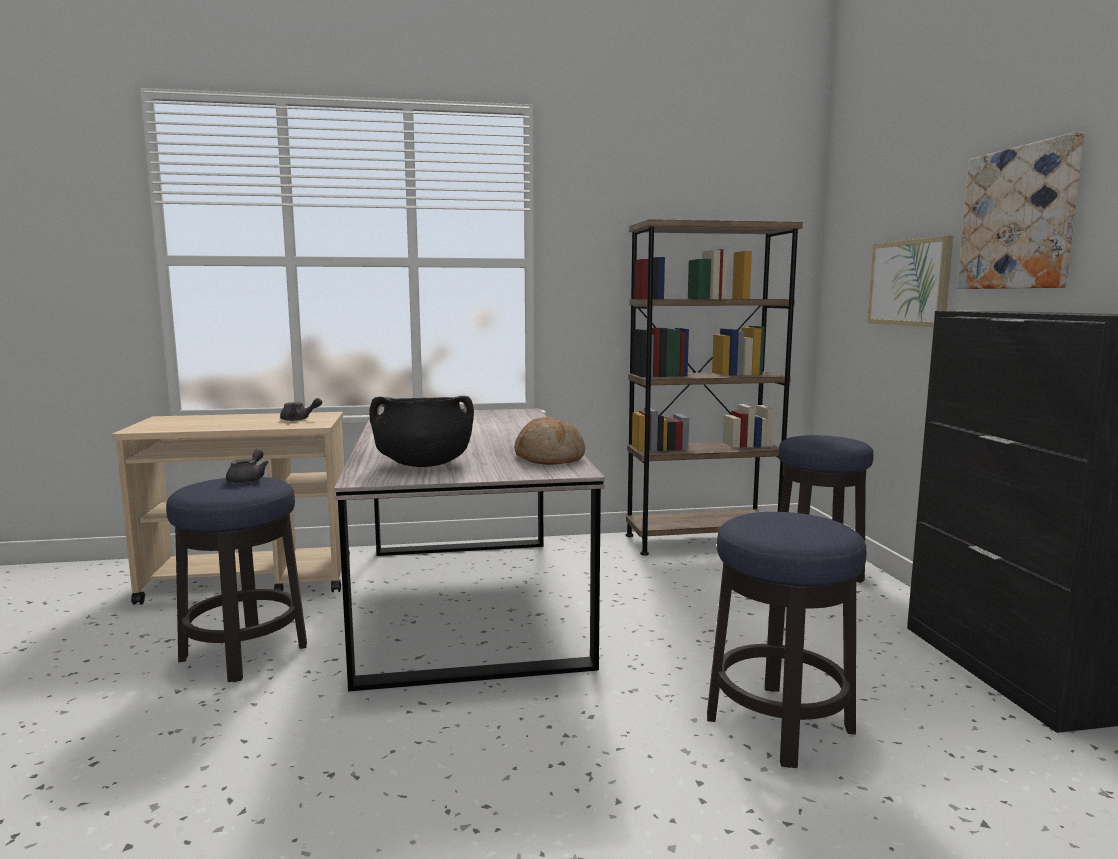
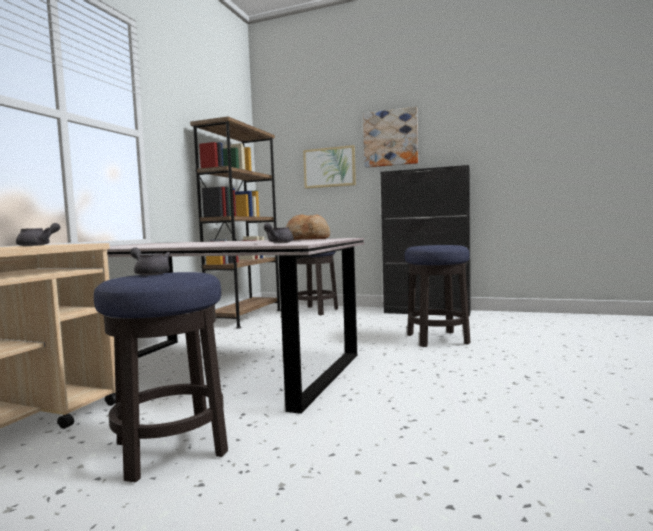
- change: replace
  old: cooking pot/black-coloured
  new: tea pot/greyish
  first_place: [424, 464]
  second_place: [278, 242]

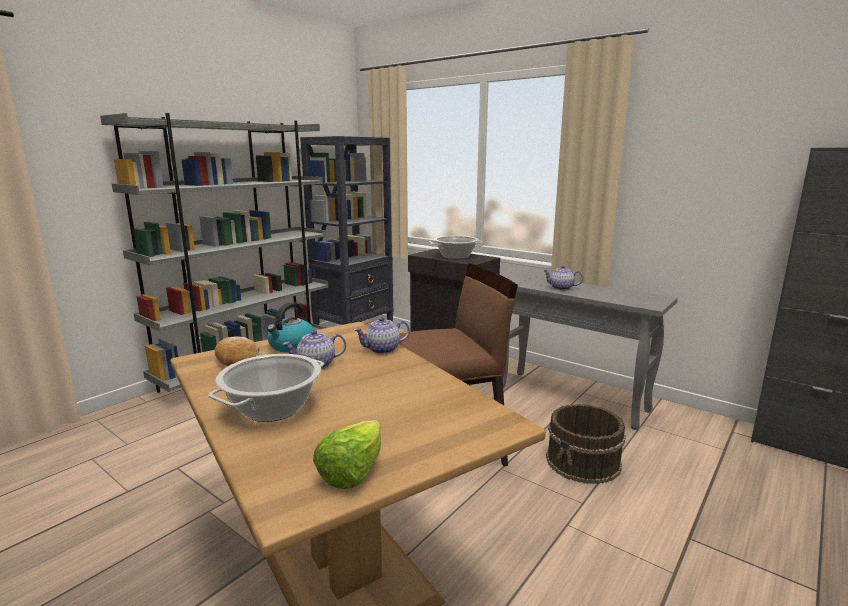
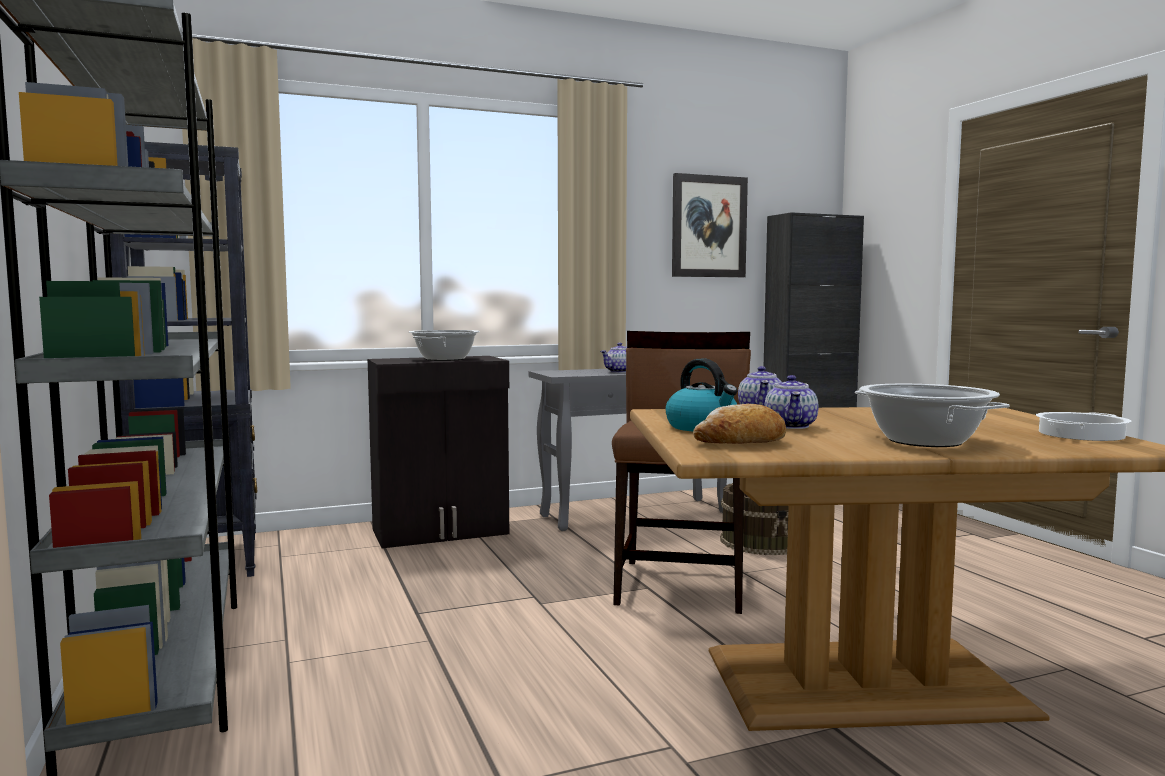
- change: insert
  new: picture
  second_place: [708, 226]
- change: replace
  old: lettuce head
  new: cooking pot
  first_place: [352, 472]
  second_place: [1081, 435]

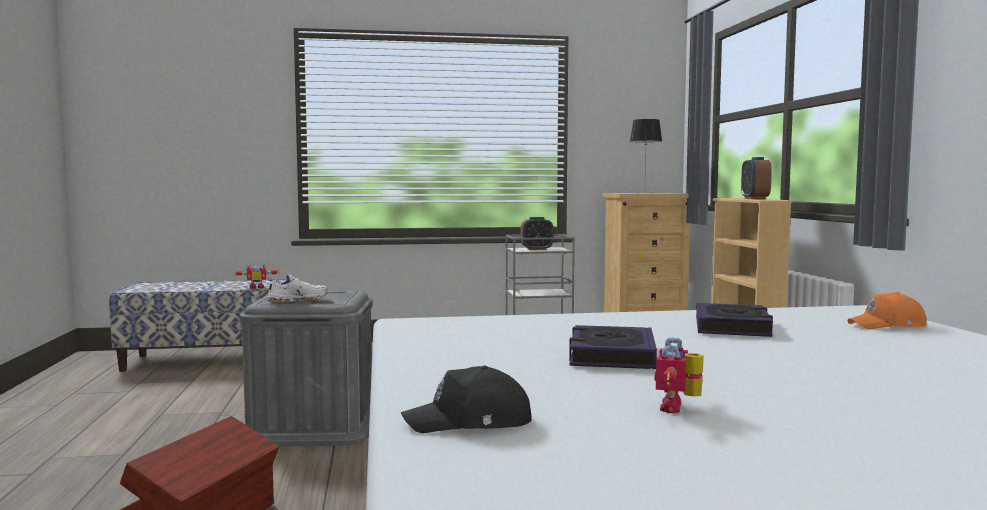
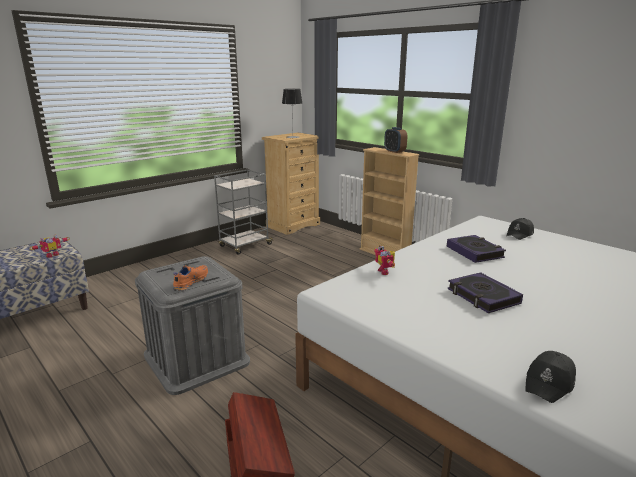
- change: delete
  old: alarm clock
  first_place: [536, 249]
- change: move
  old: toy robot
  first_place: [678, 408]
  second_place: [385, 271]
- change: recolor
  old: low shoe/white
  new: low shoe/orangey
  first_place: [297, 300]
  second_place: [190, 282]
- change: recolor
  old: cap/orangey
  new: cap/black-coloured
  first_place: [888, 326]
  second_place: [520, 234]

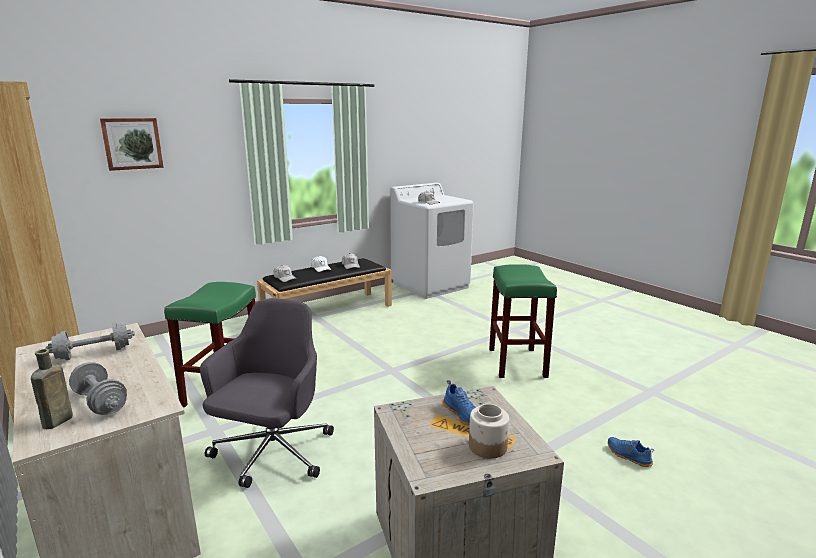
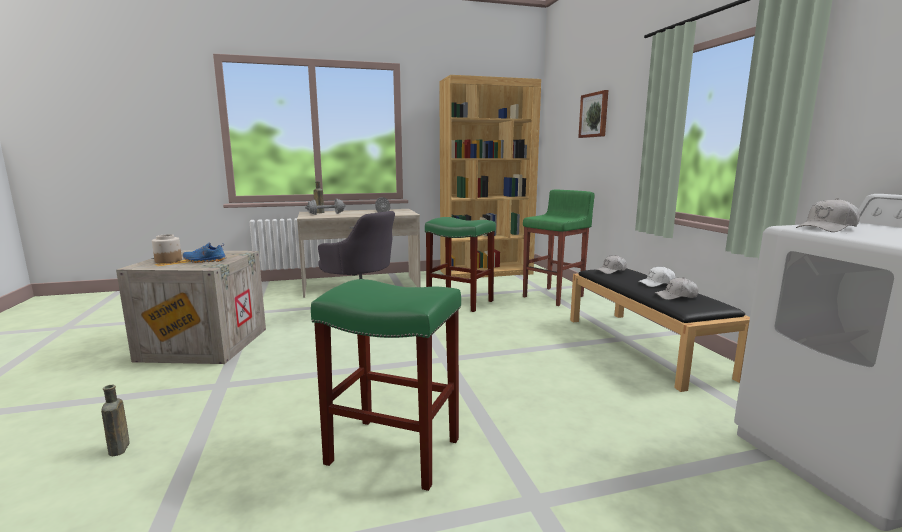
- change: insert
  new: sitting stool/green-coloured
  second_place: [554, 296]
- change: replace
  old: low shoe/blue
  new: drink bottle/brownish
  first_place: [628, 456]
  second_place: [119, 450]

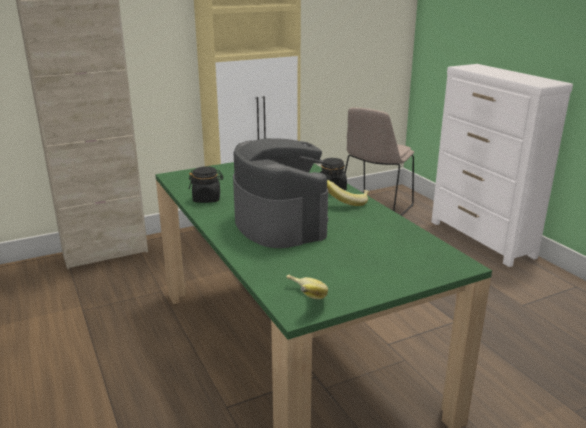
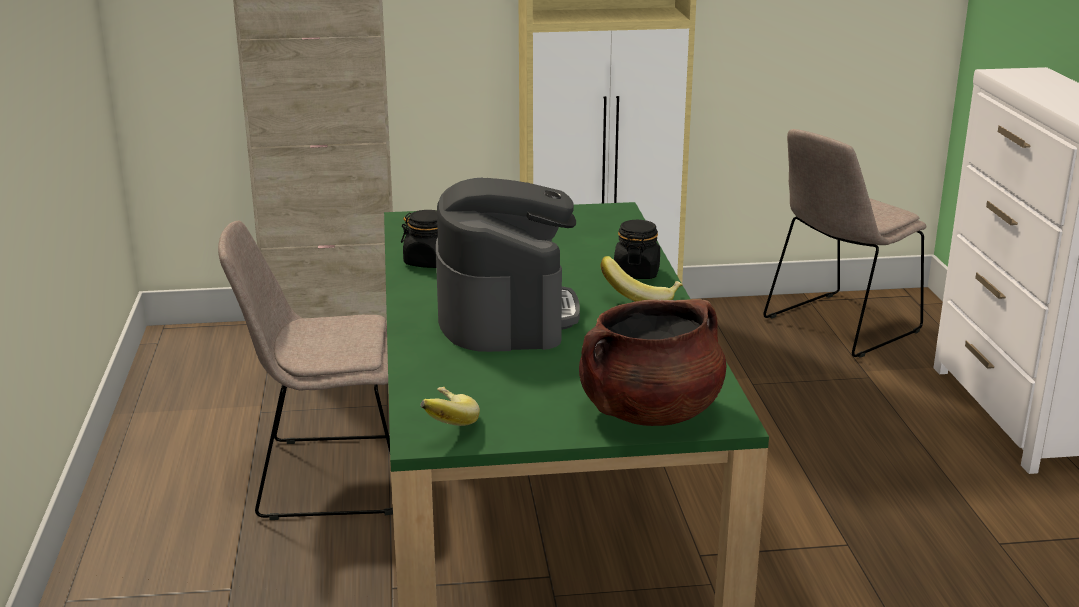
- change: insert
  new: chair/beige-coloured
  second_place: [328, 476]
- change: insert
  new: cooking pot/brownish
  second_place: [649, 412]

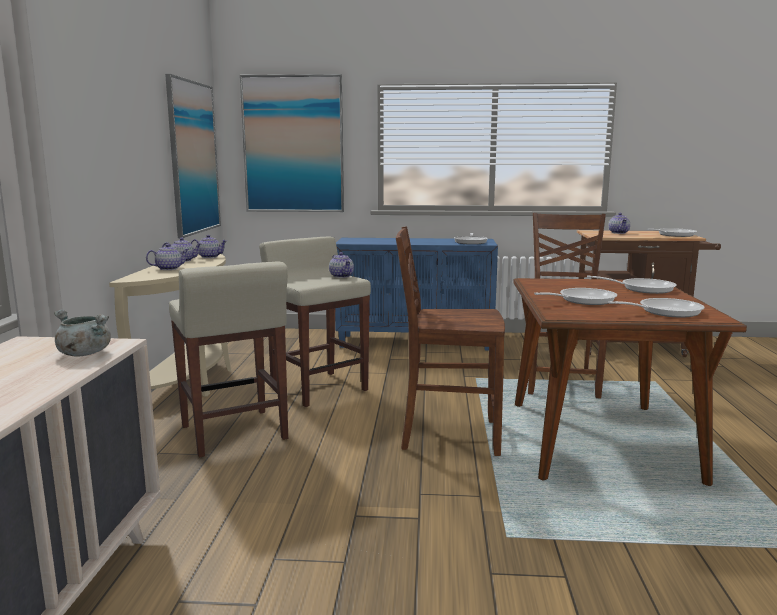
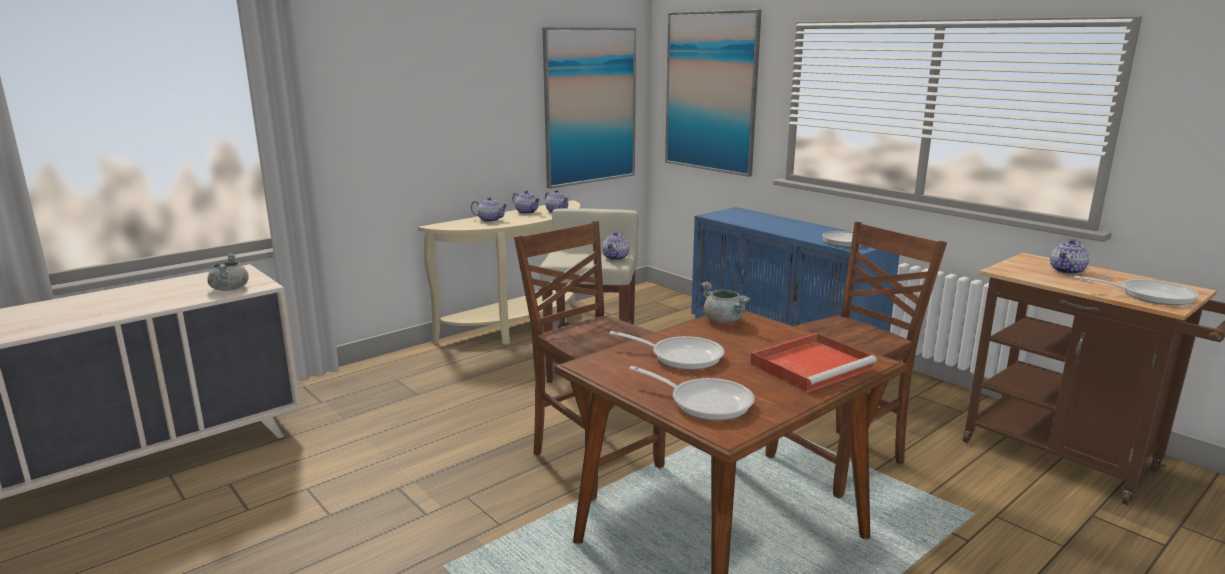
- change: delete
  old: sitting stool/beige-coloured
  first_place: [234, 433]
- change: insert
  new: cooking pot/greyish
  second_place: [724, 321]
- change: replace
  old: skillet
  new: serving tray/reddish
  first_place: [642, 289]
  second_place: [812, 365]

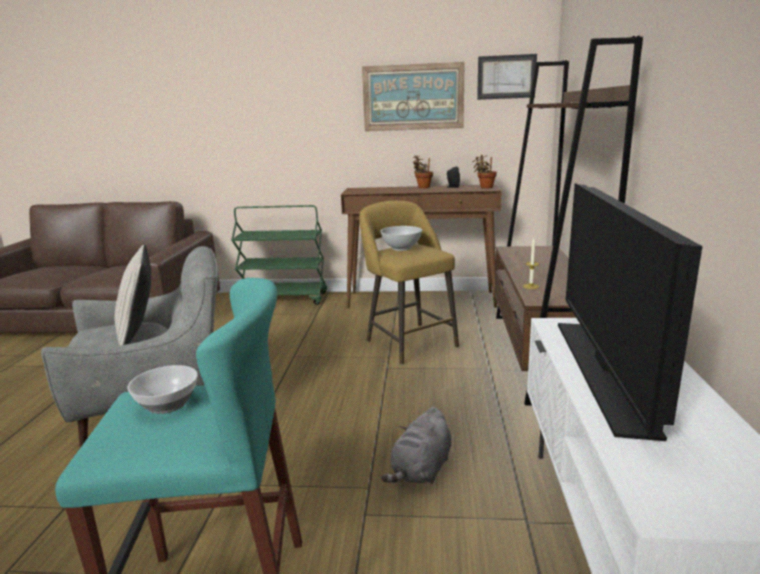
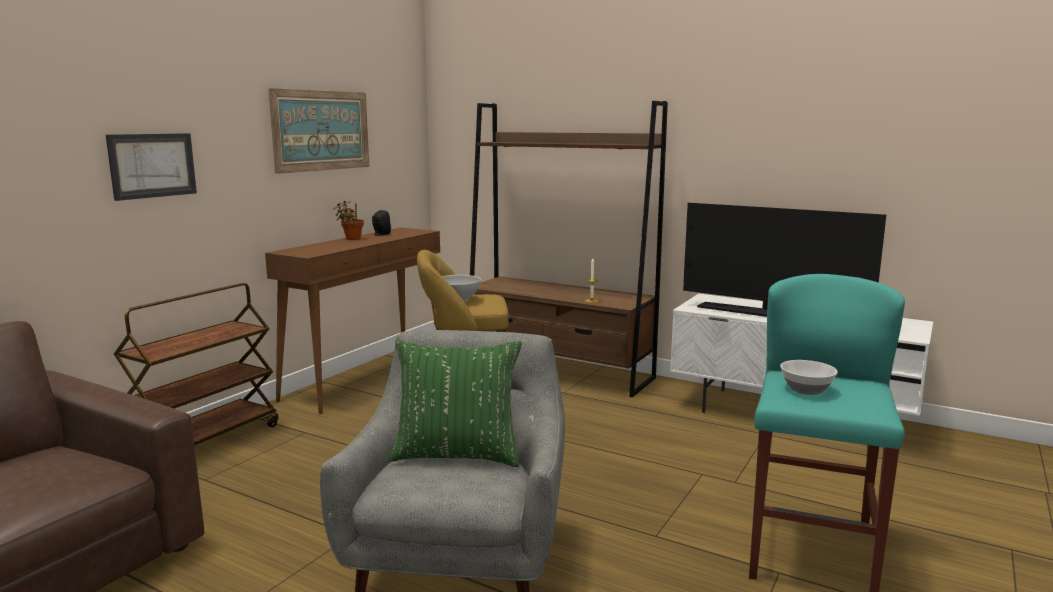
- change: delete
  old: cuddly toy/greyish
  first_place: [421, 470]
- change: delete
  old: plant in a pot
  first_place: [485, 187]
- change: move
  old: picture
  first_place: [506, 77]
  second_place: [152, 165]
- change: recolor
  old: throw pillow/beige-coloured
  new: throw pillow/green-coloured
  first_place: [140, 333]
  second_place: [457, 455]
- change: recolor
  old: cart/green-coloured
  new: cart/brownish
  first_place: [284, 298]
  second_place: [206, 442]

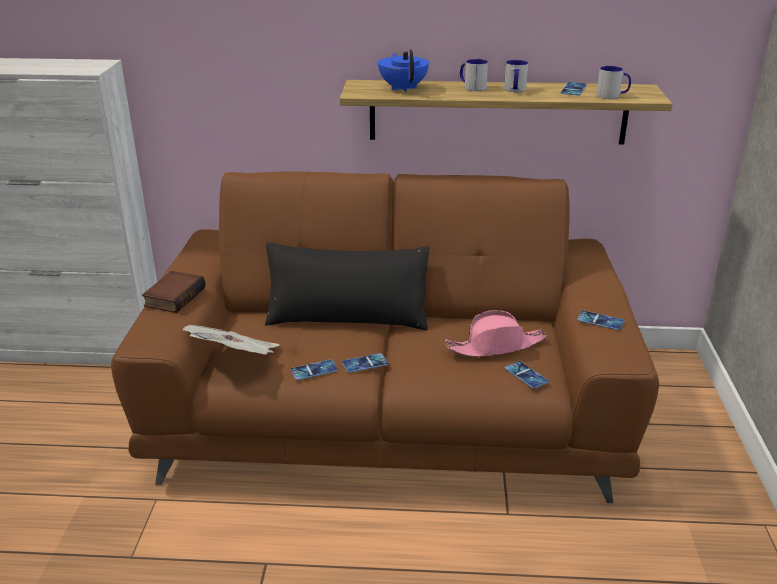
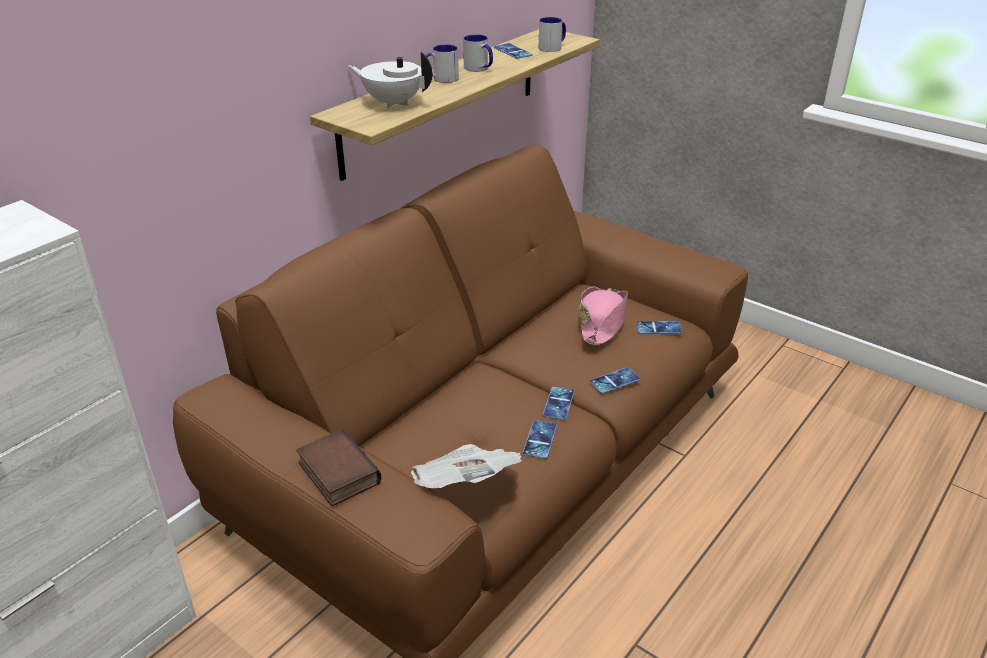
- change: delete
  old: throw pillow/black-coloured
  first_place: [347, 317]
- change: move
  old: phone
  first_place: [600, 321]
  second_place: [615, 381]
- change: recolor
  old: tea pot/blue
  new: tea pot/white
  first_place: [403, 88]
  second_place: [393, 103]

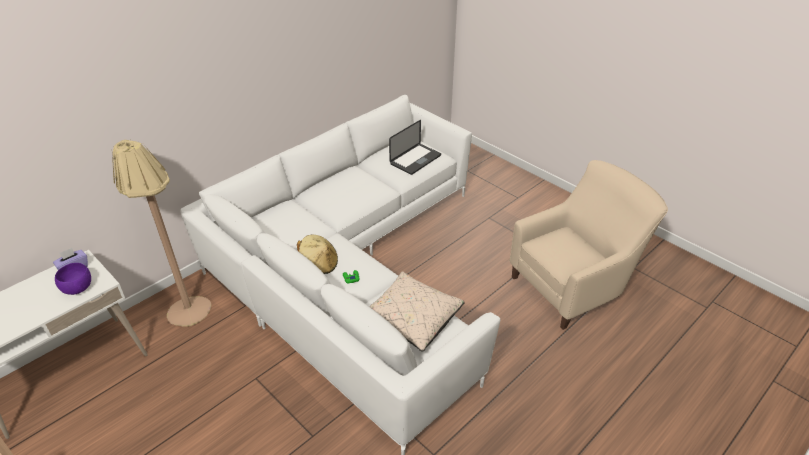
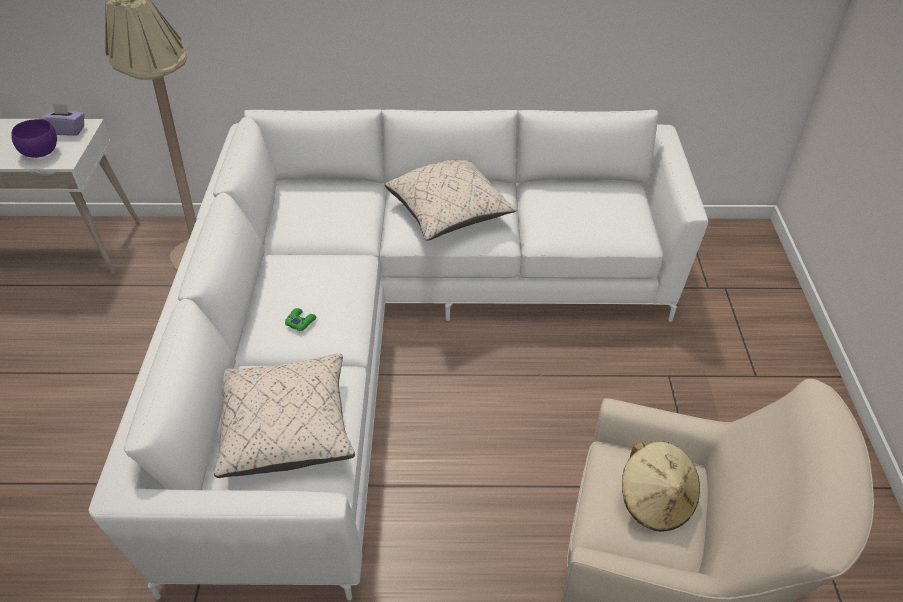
- change: delete
  old: portable computer
  first_place: [415, 160]
- change: insert
  new: throw pillow/beige-coloured
  second_place: [449, 213]
- change: move
  old: wearable hat/beige-coloured
  first_place: [319, 264]
  second_place: [656, 500]

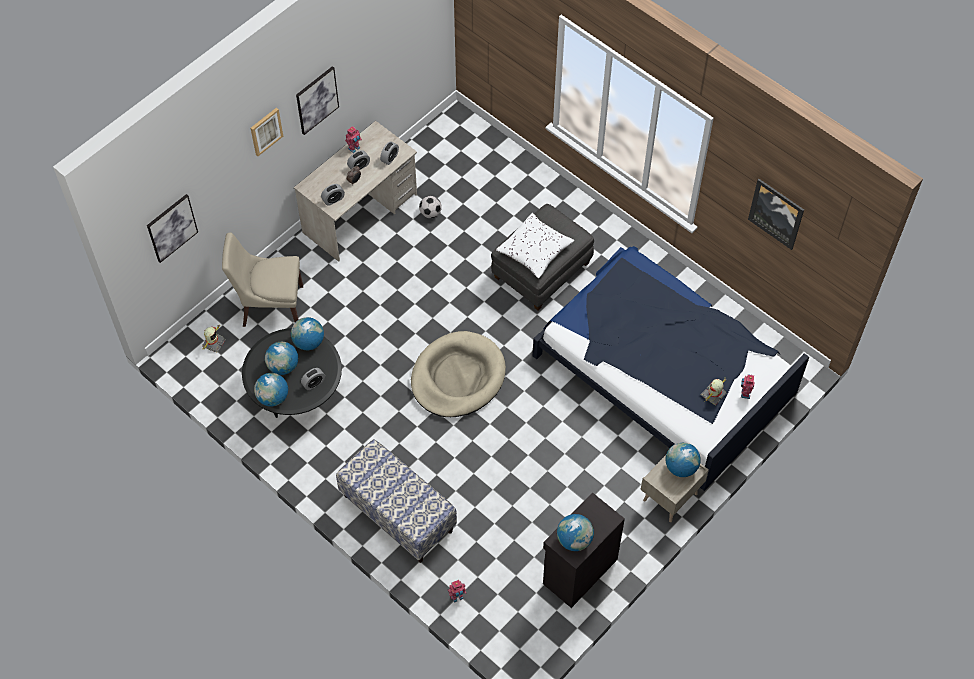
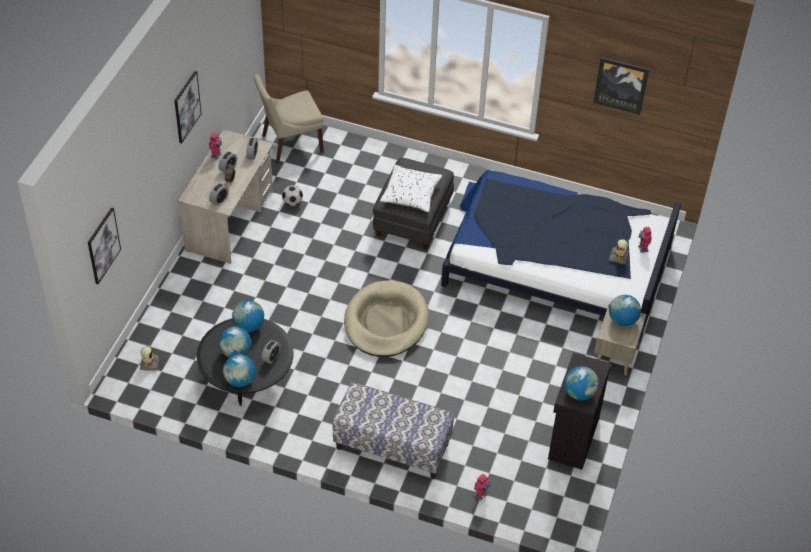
- change: delete
  old: picture
  first_place: [266, 131]
- change: move
  old: chair/beige-coloured
  first_place: [270, 305]
  second_place: [290, 144]

